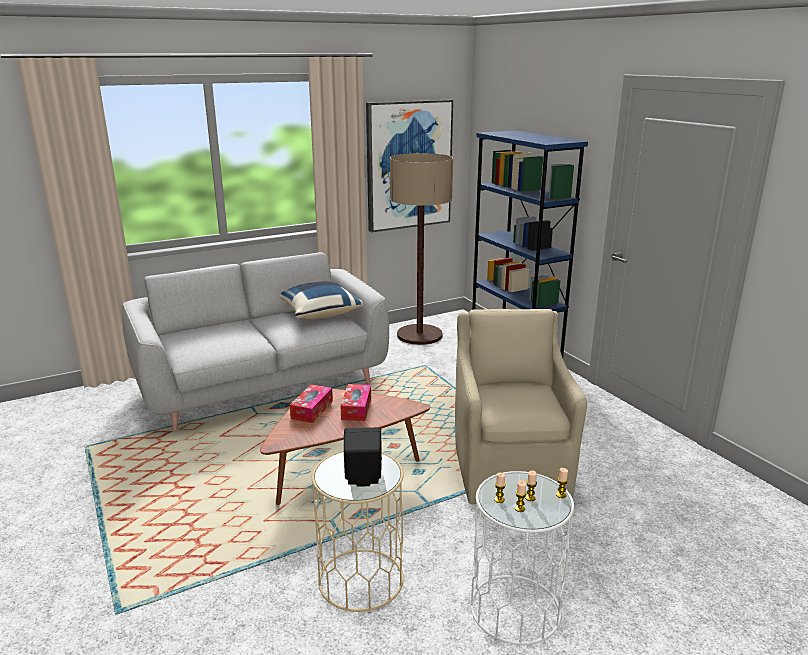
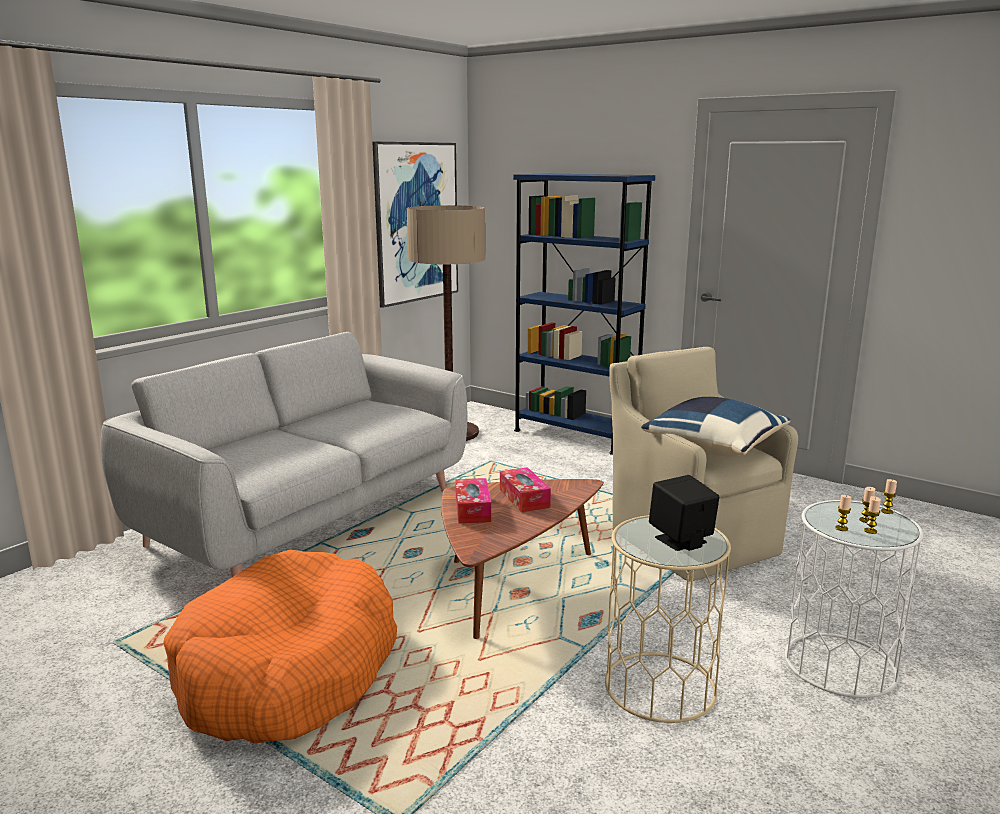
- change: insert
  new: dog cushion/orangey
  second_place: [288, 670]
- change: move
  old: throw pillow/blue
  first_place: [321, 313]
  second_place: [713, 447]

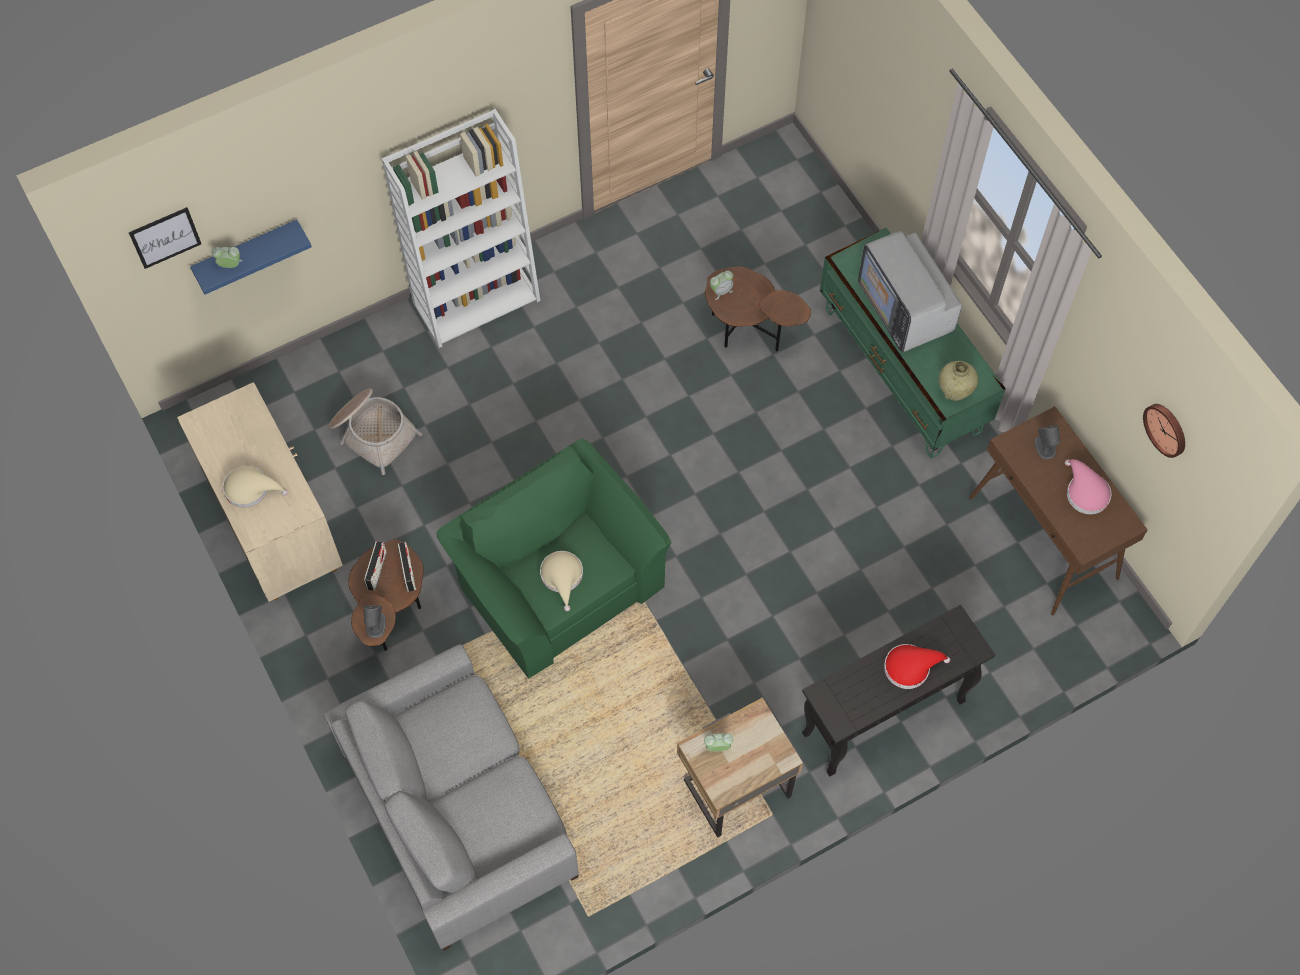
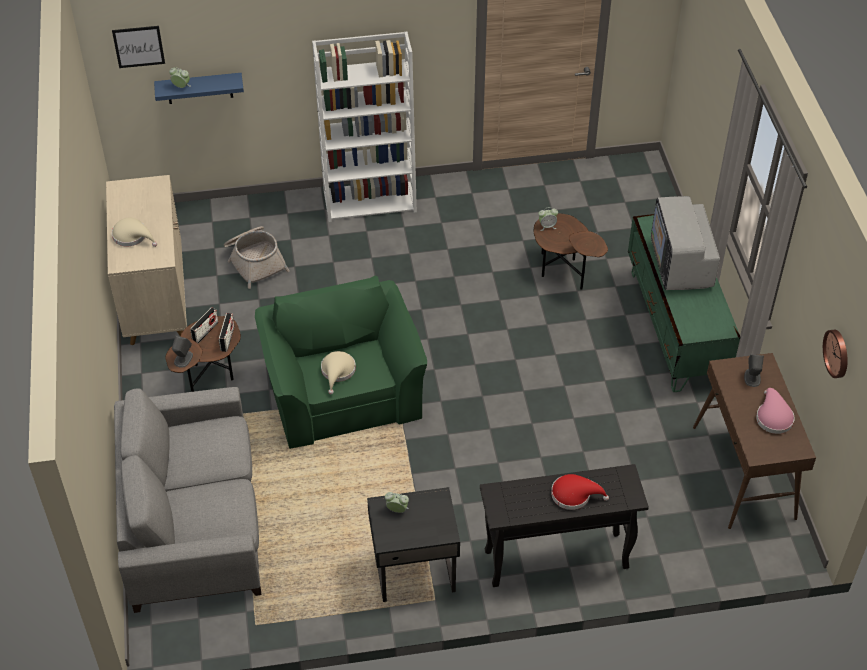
- change: delete
  old: decorative vase/beige-coloured
  first_place: [954, 391]
- change: recolor
  old: nightstand/beige-coloured
  new: nightstand/black-coloured
  first_place: [734, 786]
  second_place: [413, 571]

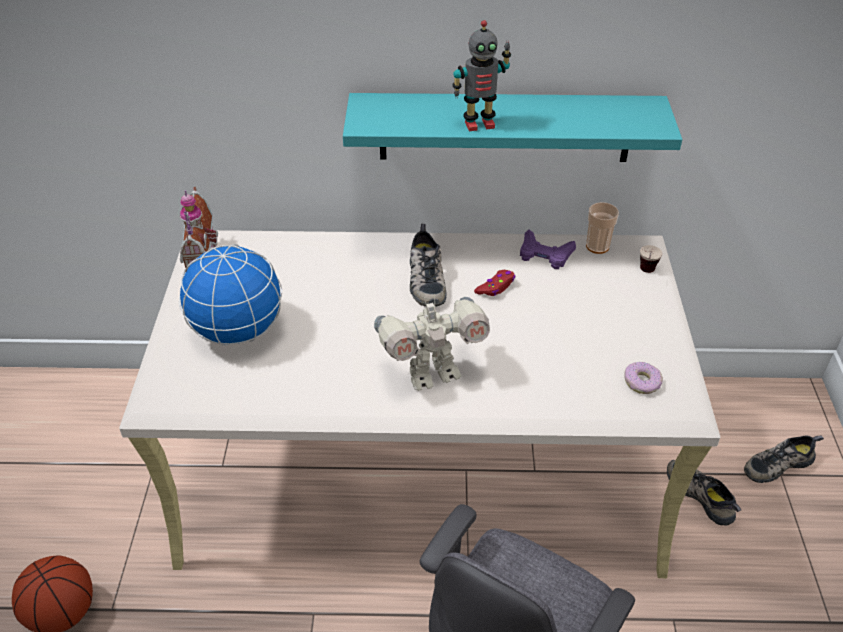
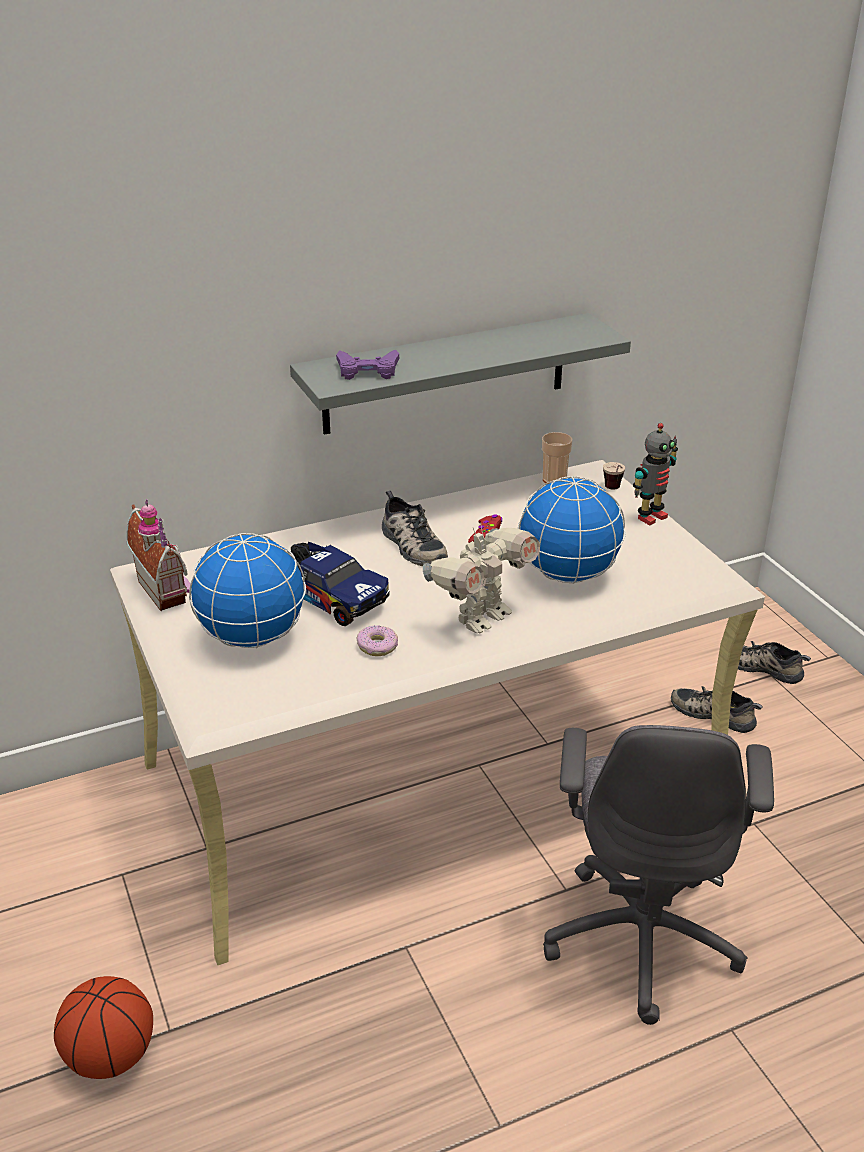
- change: insert
  new: toy lorry
  second_place: [328, 597]
- change: insert
  new: desk globe
  second_place: [569, 574]
- change: move
  old: toy robot
  first_place: [479, 124]
  second_place: [650, 517]
- change: move
  old: joypad/purple-coloured
  first_place: [545, 254]
  second_place: [367, 370]
- change: move
  old: doughnut
  first_place: [642, 382]
  second_place: [377, 646]
- change: recolor
  old: wall shelf/turquoise-coloured
  new: wall shelf/greyish
  first_place: [505, 127]
  second_place: [445, 374]
- change: rotate
  old: low shoe
  first_place: [777, 463]
  second_place: [763, 667]
  degrees: 75

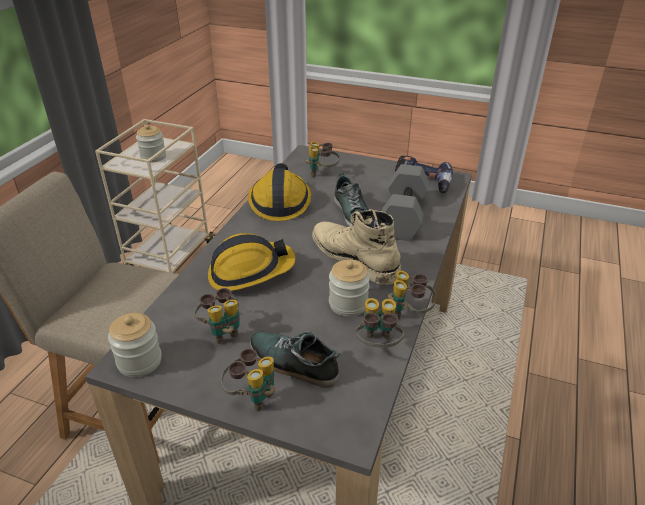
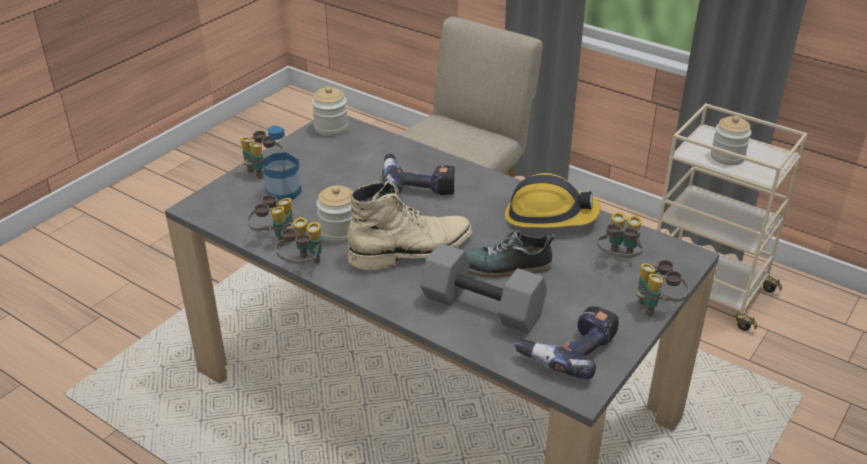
- change: move
  old: pair of binoculars
  first_place: [222, 331]
  second_place: [657, 306]
- change: replace
  old: work helmet
  new: electric drill
  first_place: [250, 272]
  second_place: [418, 183]
- change: replace
  old: low shoe
  new: drink bottle
  first_place: [293, 363]
  second_place: [283, 191]

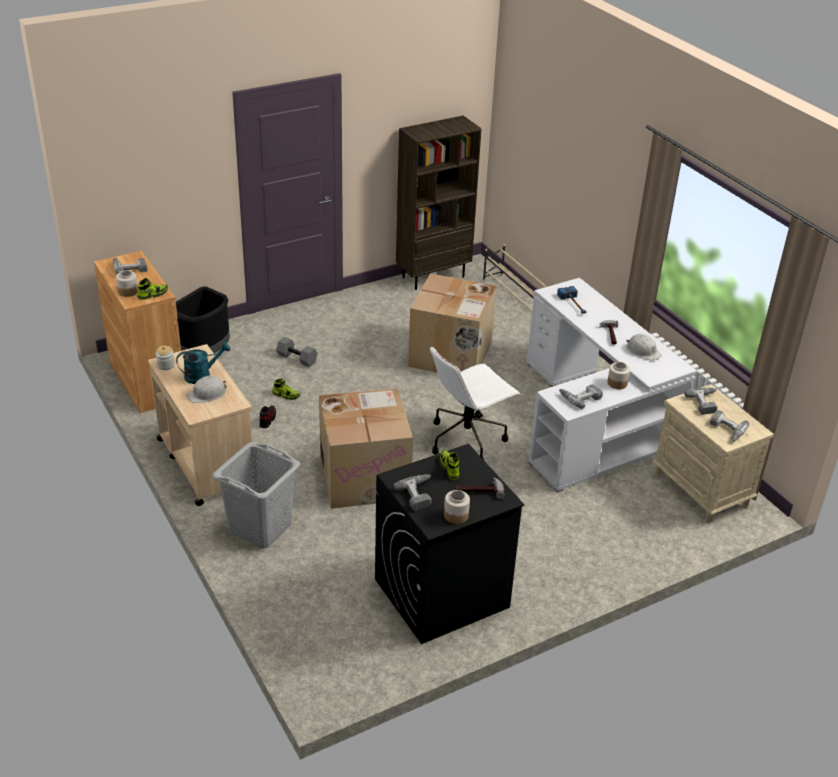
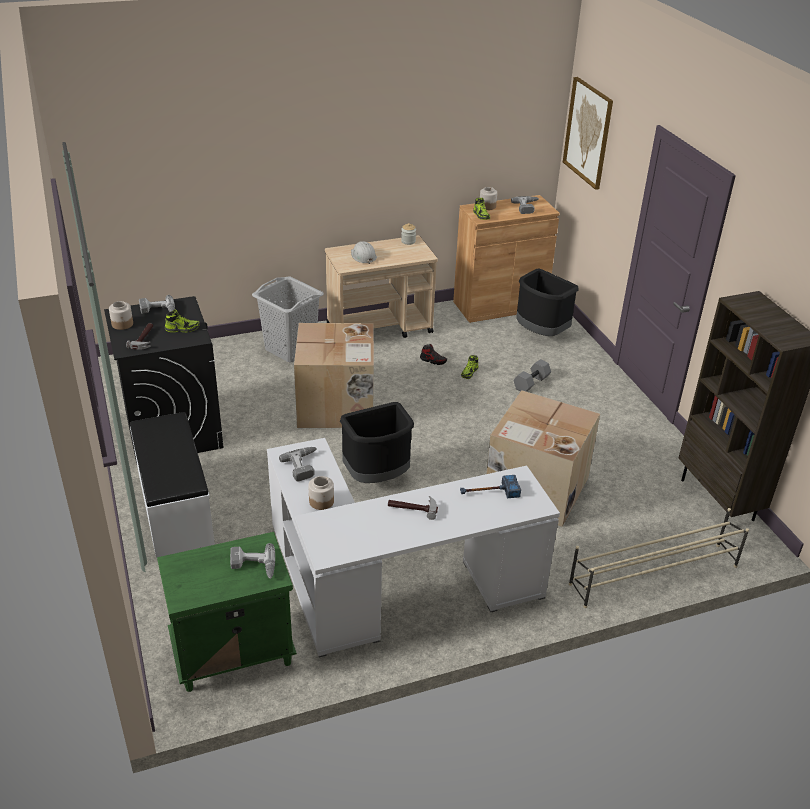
- change: delete
  old: watering pot/turquoise-coloured
  first_place: [202, 375]
- change: delete
  old: work helmet/white
  first_place: [643, 351]
- change: delete
  old: electric drill
  first_place: [726, 430]
- change: insert
  new: indoor bench/white
  second_place: [174, 508]
- change: insert
  new: picture
  second_place: [588, 133]
- change: replace
  old: office chair/white
  new: waste bin/black-coloured
  first_place: [467, 439]
  second_place: [377, 477]
- change: recolor
  old: nightstand/beige-coloured
  new: nightstand/green-coloured
  first_place: [701, 490]
  second_place: [232, 653]

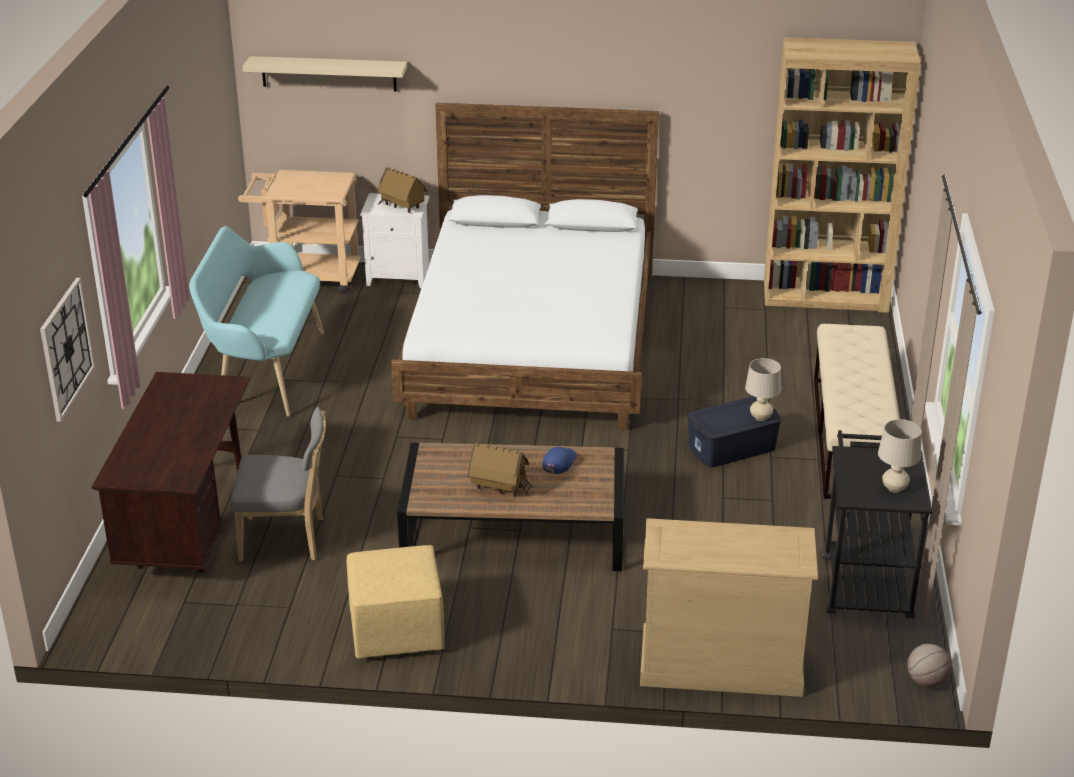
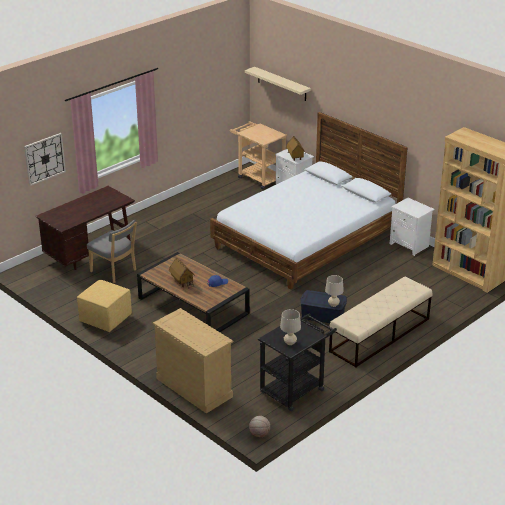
- change: delete
  old: indoor bench/turquoise-coloured
  first_place: [265, 371]
- change: insert
  new: nightstand/white
  second_place: [410, 245]

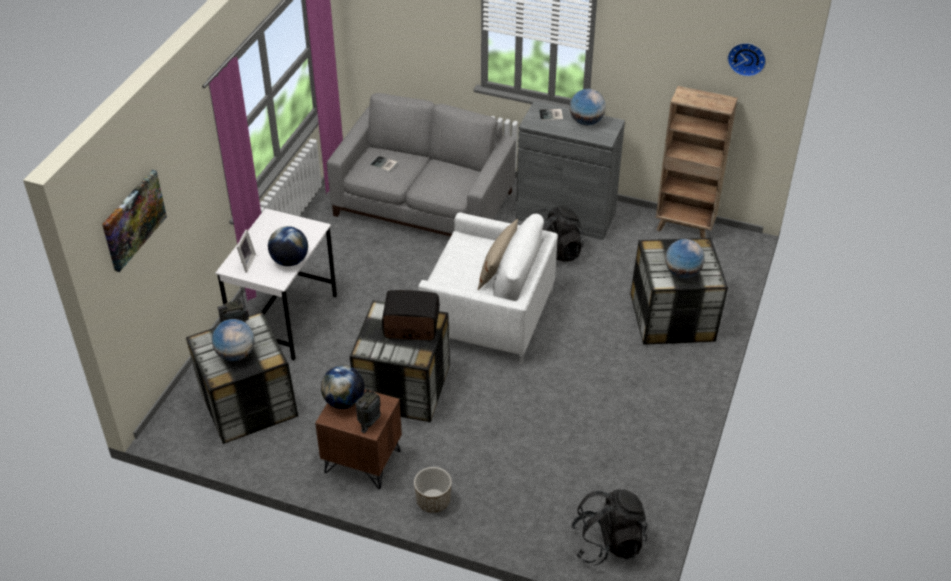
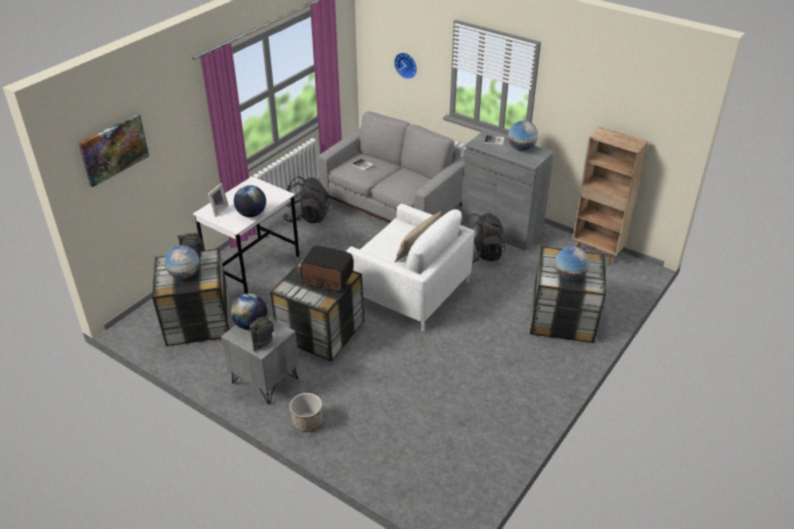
- change: move
  old: rucksack/black-coloured
  first_place: [608, 543]
  second_place: [307, 217]
- change: move
  old: wall clock
  first_place: [747, 58]
  second_place: [406, 65]
- change: recolor
  old: nightstand/brownish
  new: nightstand/greyish
  first_place: [362, 462]
  second_place: [264, 381]

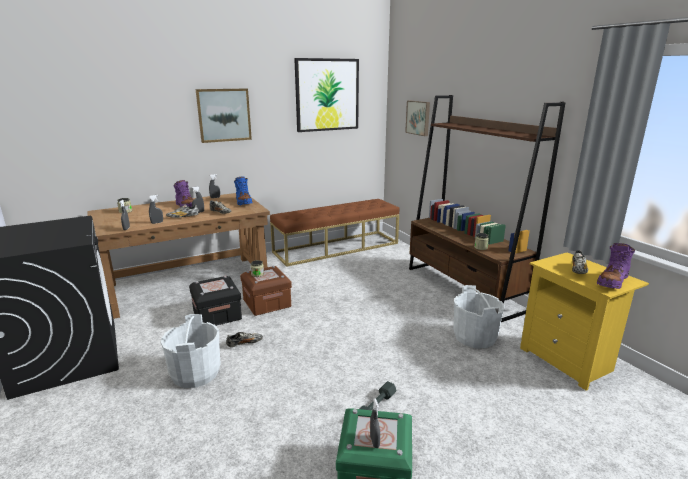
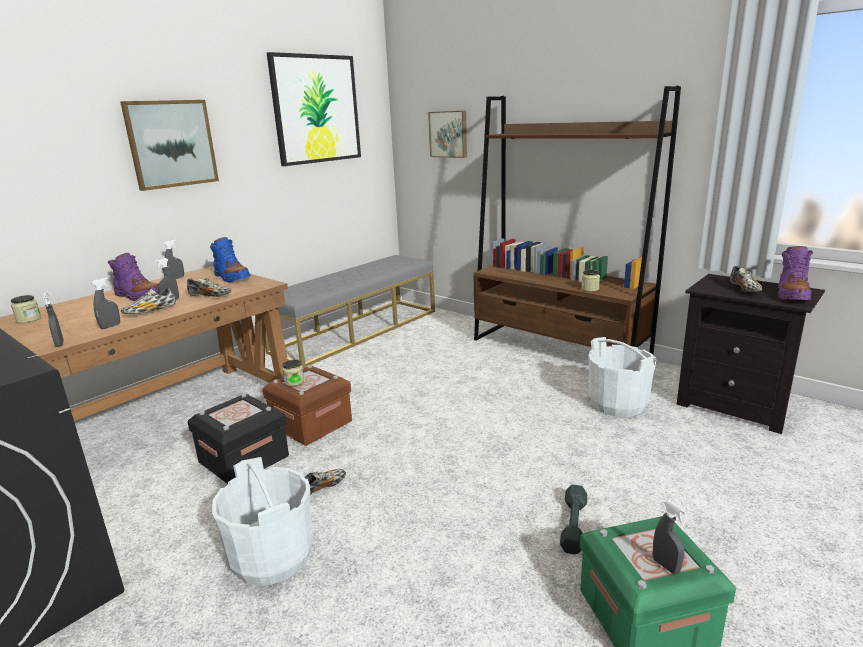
- change: recolor
  old: indoor bench/brownish
  new: indoor bench/greyish
  first_place: [336, 248]
  second_place: [357, 330]
- change: recolor
  old: nightstand/yellowish
  new: nightstand/black-coloured
  first_place: [568, 360]
  second_place: [736, 405]

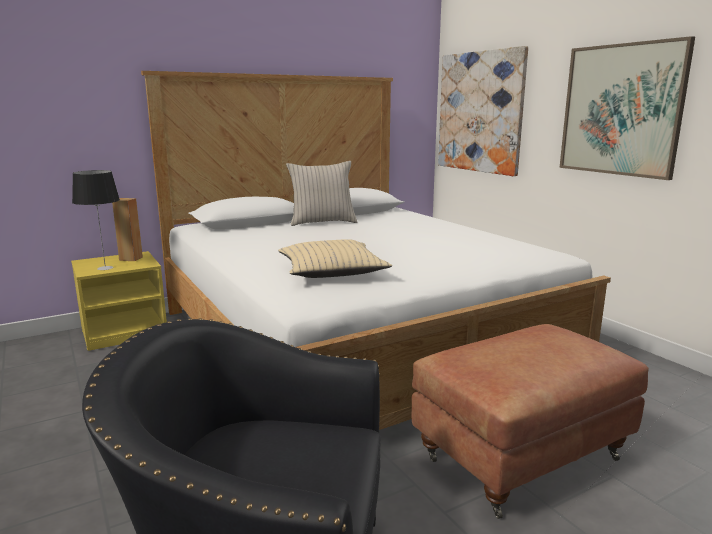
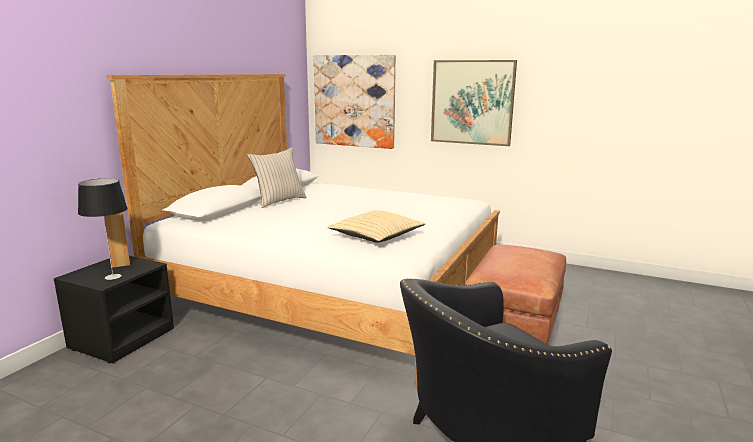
- change: recolor
  old: nightstand/yellowish
  new: nightstand/black-coloured
  first_place: [125, 332]
  second_place: [122, 338]

